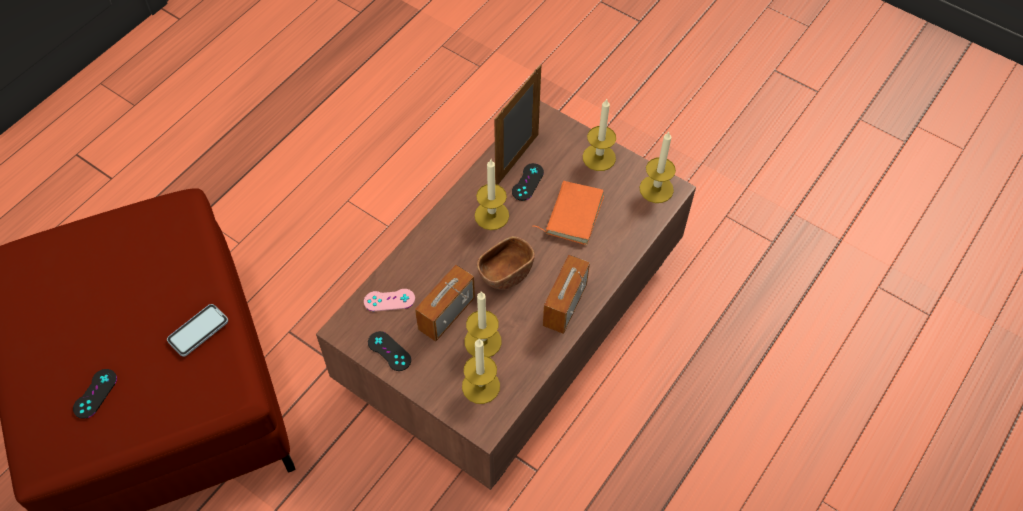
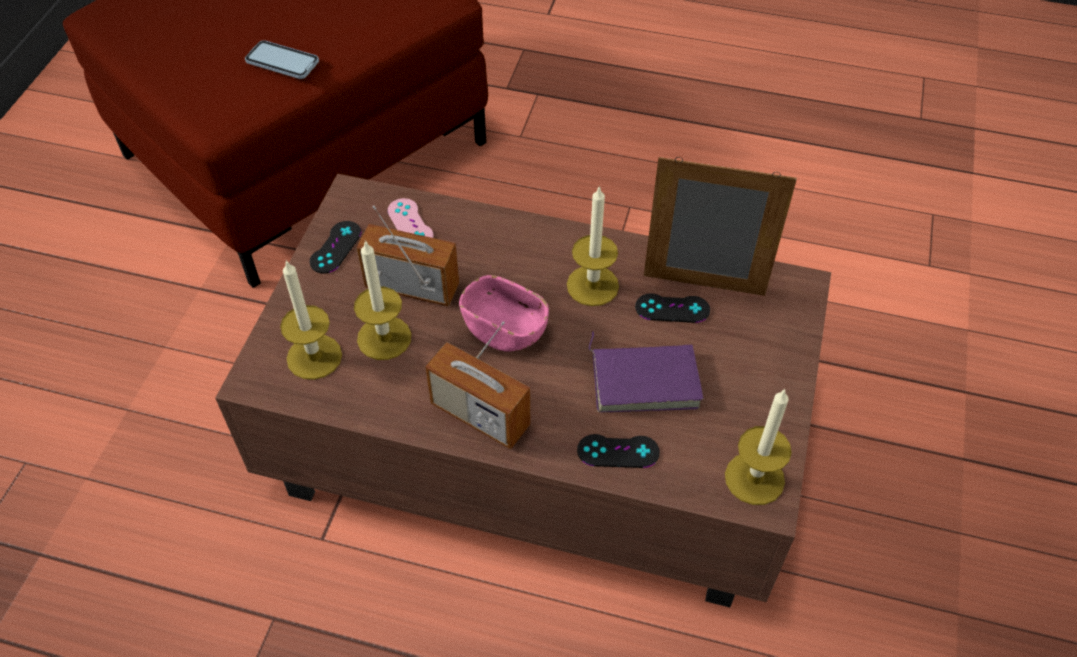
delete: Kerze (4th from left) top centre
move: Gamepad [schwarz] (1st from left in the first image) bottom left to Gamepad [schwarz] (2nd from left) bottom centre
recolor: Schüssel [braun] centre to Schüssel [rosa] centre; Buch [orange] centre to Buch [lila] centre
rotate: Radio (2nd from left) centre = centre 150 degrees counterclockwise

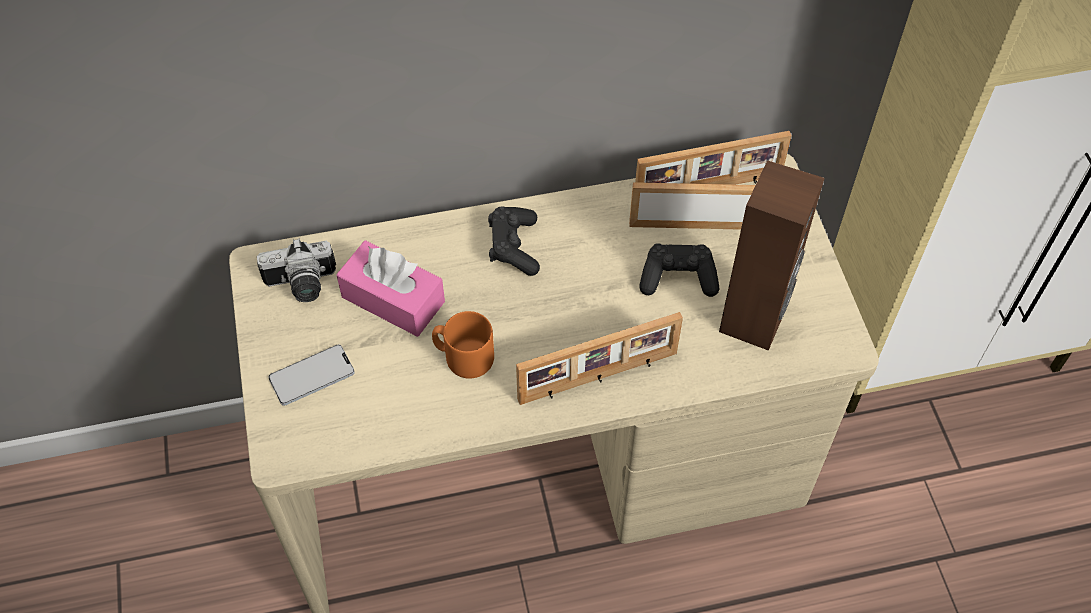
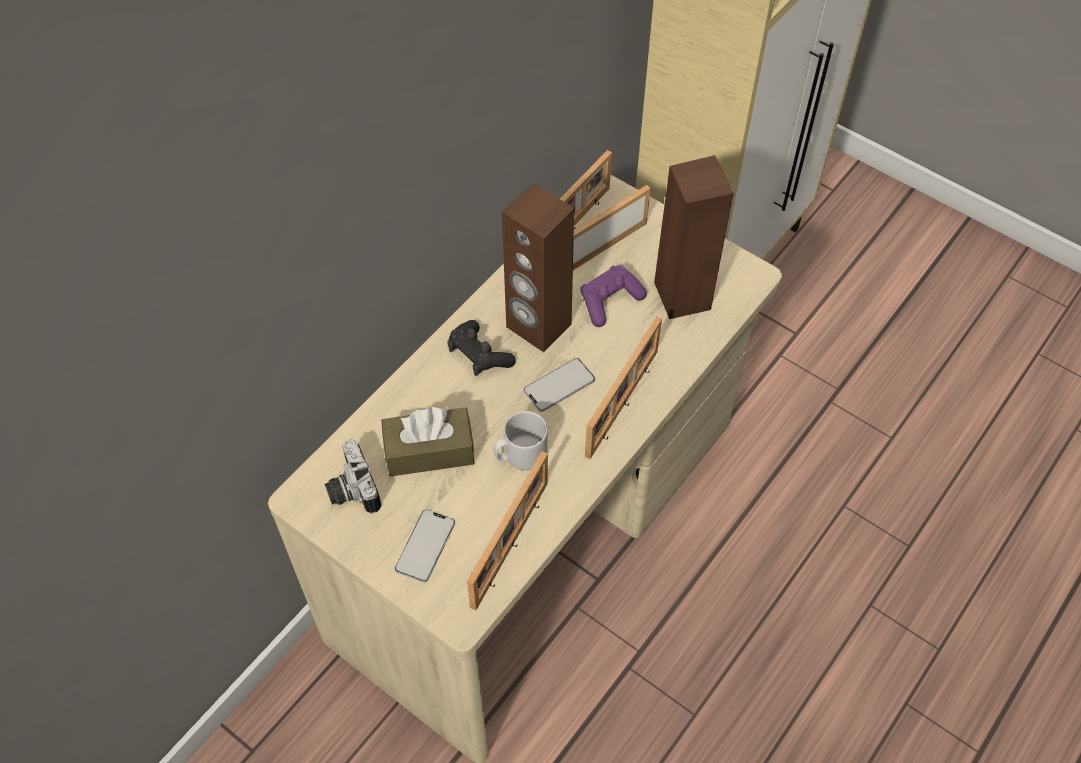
insert: Bilderrahmen (1st from left) bottom centre; Lautsprecher [braun] (1st from left) centre; Handy (2nd from left) centre
recolor: Taschentuchbox [rosa] centre to Taschentuchbox [braun] centre; Henkelbecher [orange] centre to Henkelbecher [grau] centre; Gamepad [schwarz] (2nd from left) centre to Gamepad [lila] centre
rotate: Kamera middle left = middle left 120 degrees clockwise

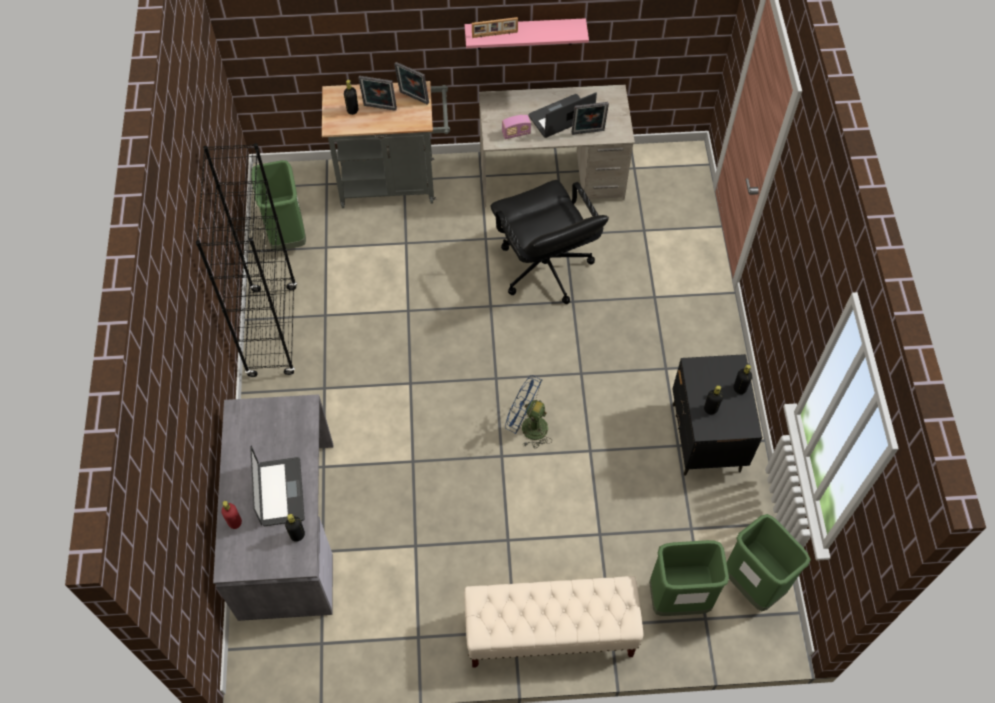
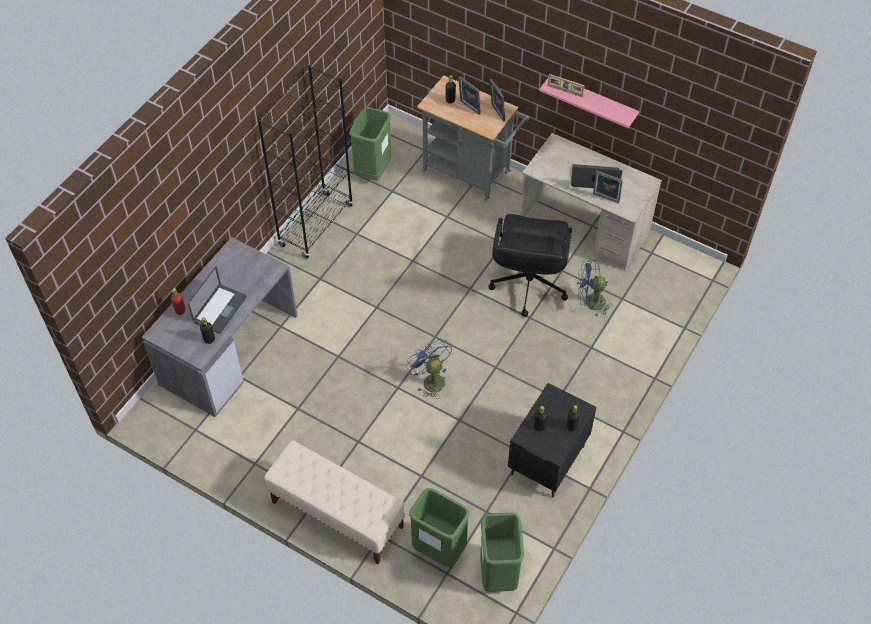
delete: Radio top centre
insert: Ventilator [blau] (2nd from left) middle right

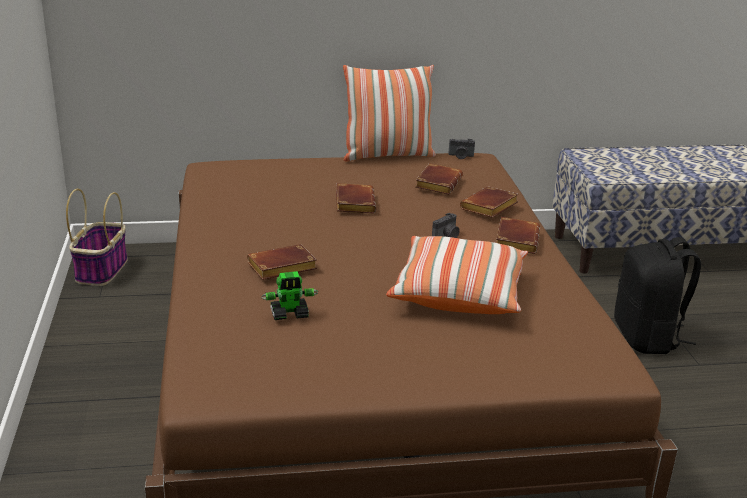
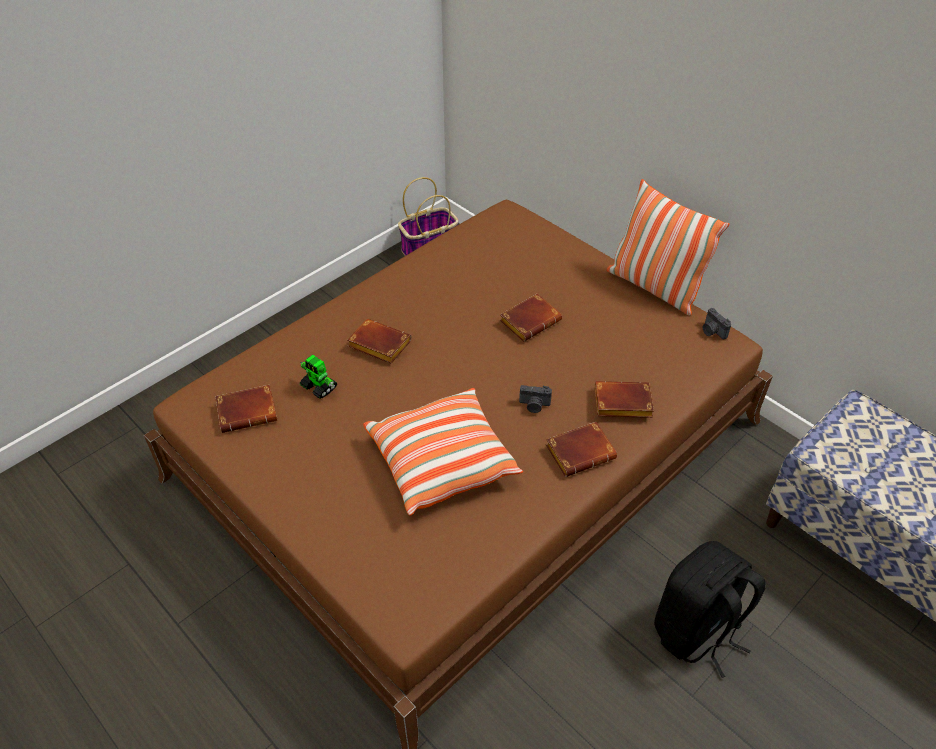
move: Buch [braun] (3rd from left in the first image) centre to Buch [braun] (1st from left) middle left

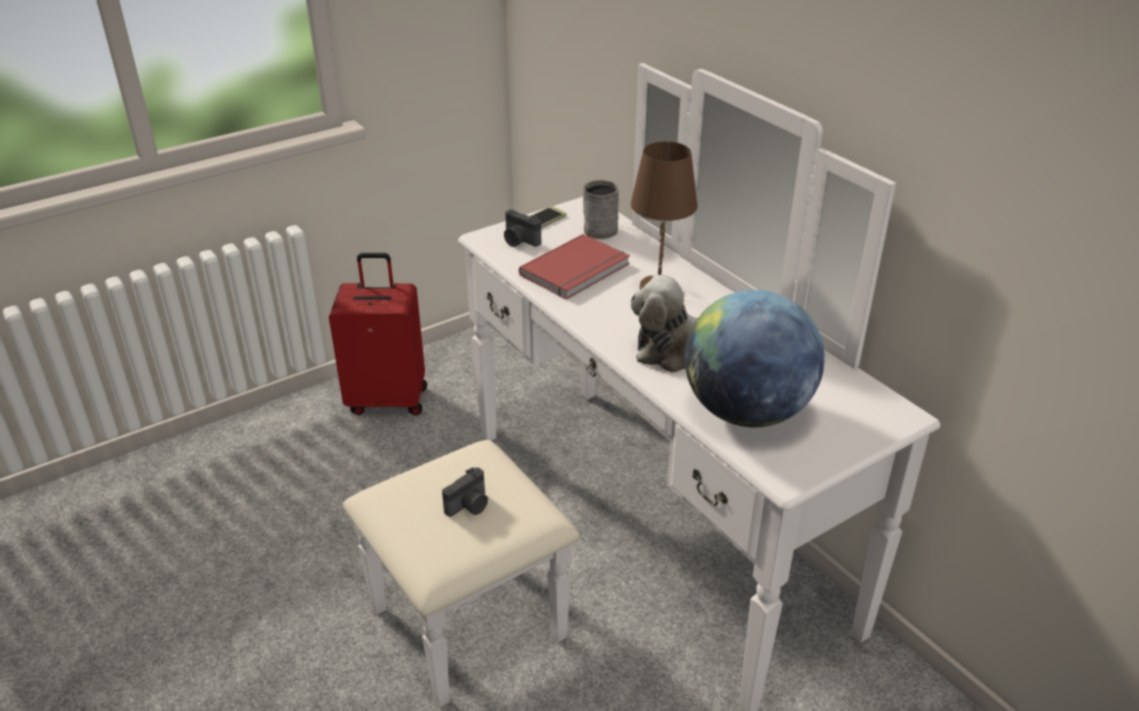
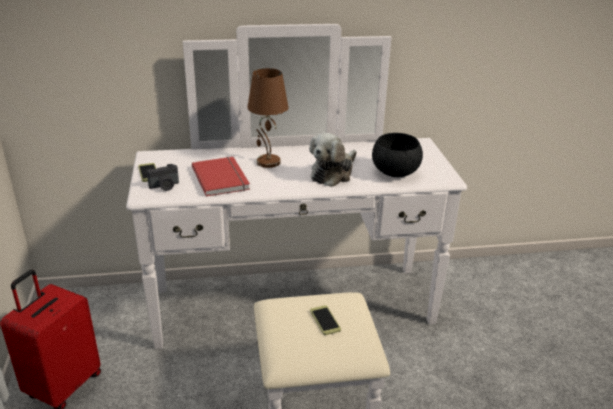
delete: Henkelbecher [grau] top centre
replace: Kamera (1st from left) bottom centre to Handy (2nd from left) bottom centre; Globus centre to Schüssel [schwarz] centre

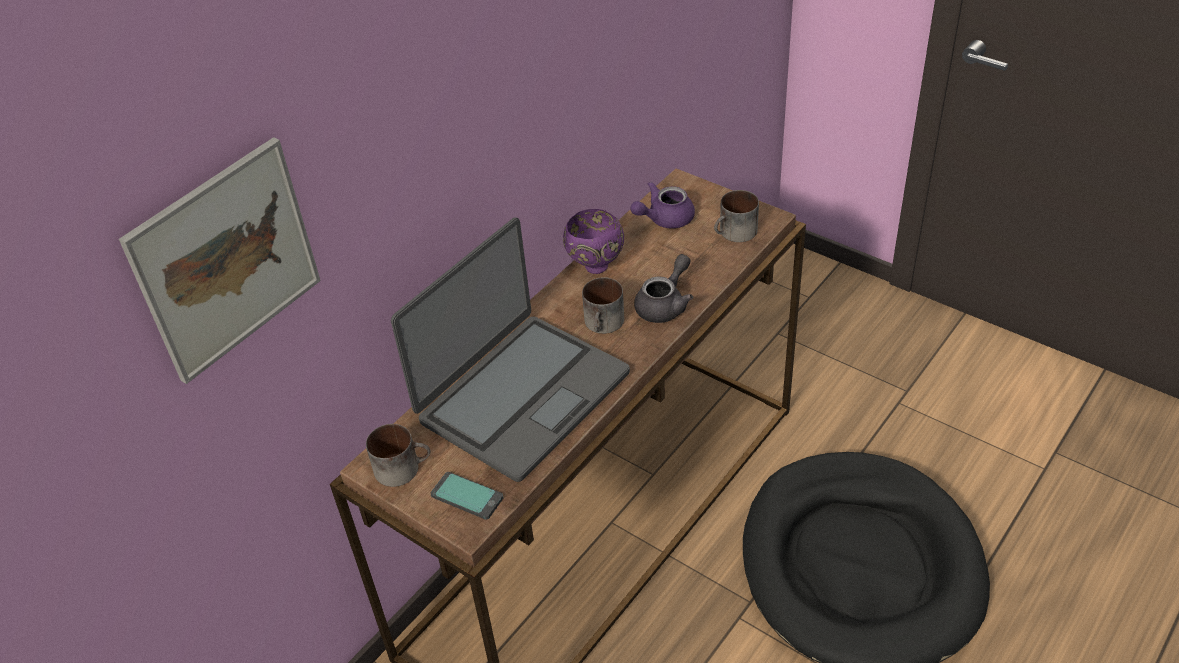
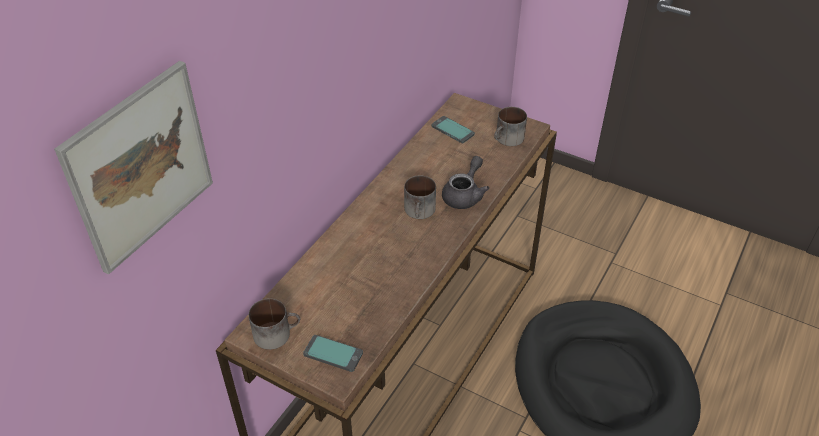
delete: Laptop centre; Schüssel [lila] centre
replace: Teekanne [lila] top centre to Handy (2nd from left) top centre

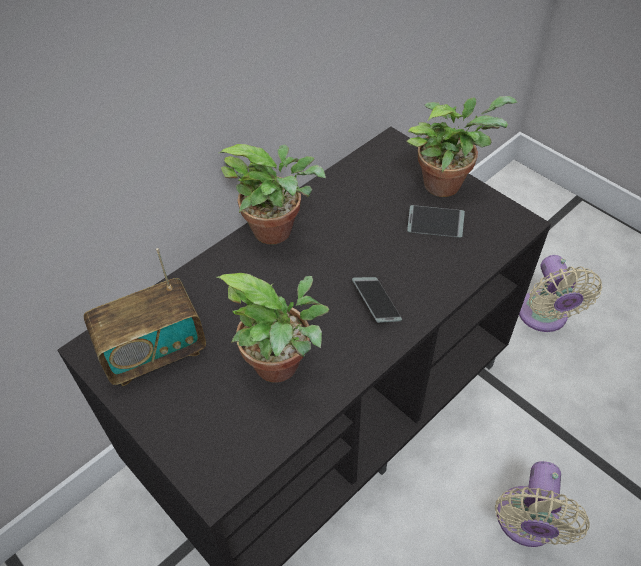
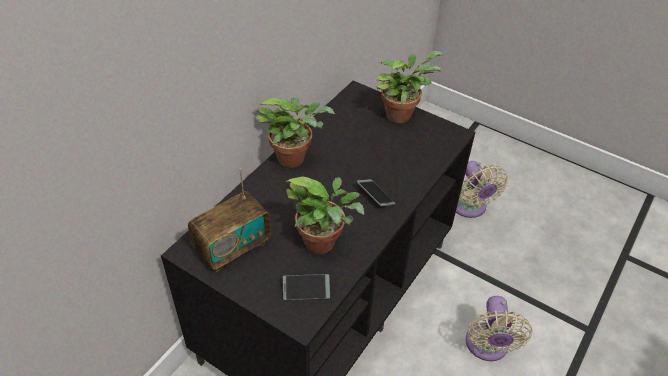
move: Handy (2nd from left in the first image) middle right to Handy (1st from left) bottom centre

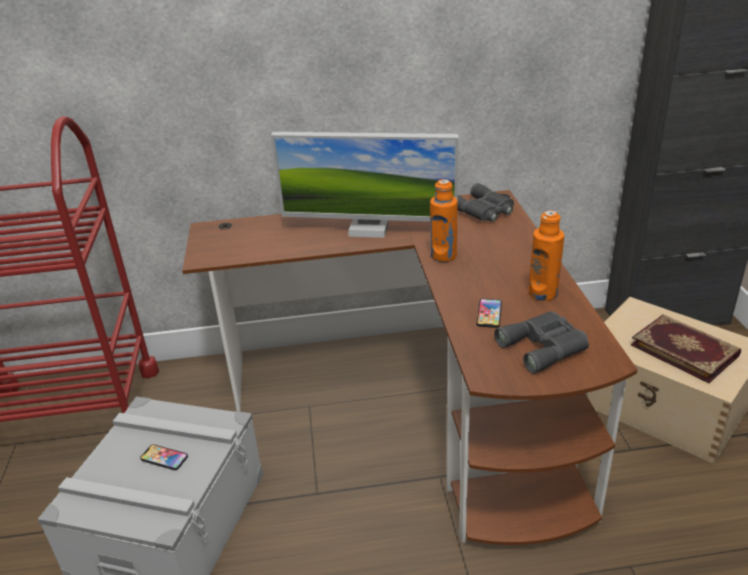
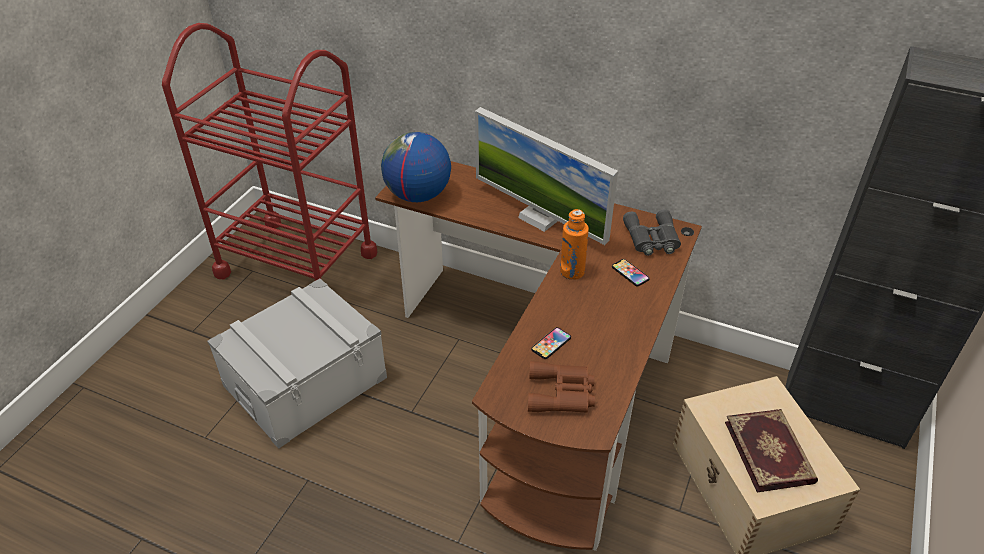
delete: Flasche [orange] (2nd from left) middle right
insert: Globus top centre
move: Handy (1st from left in the first image) bottom left to Handy (2nd from left) centre
recolor: Fernglas [grau] (2nd from left) middle right to Fernglas [braun] bottom centre

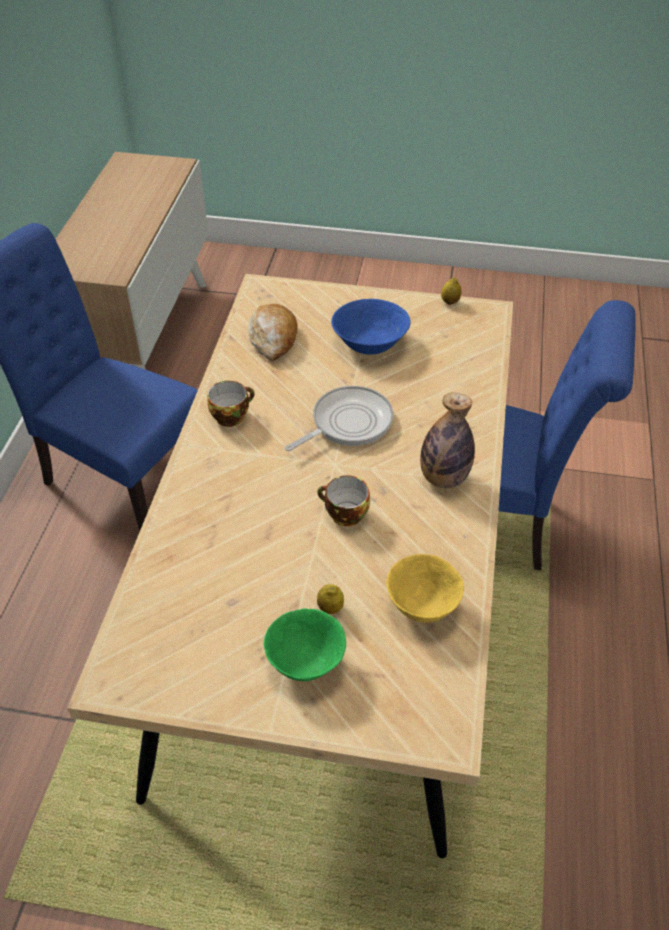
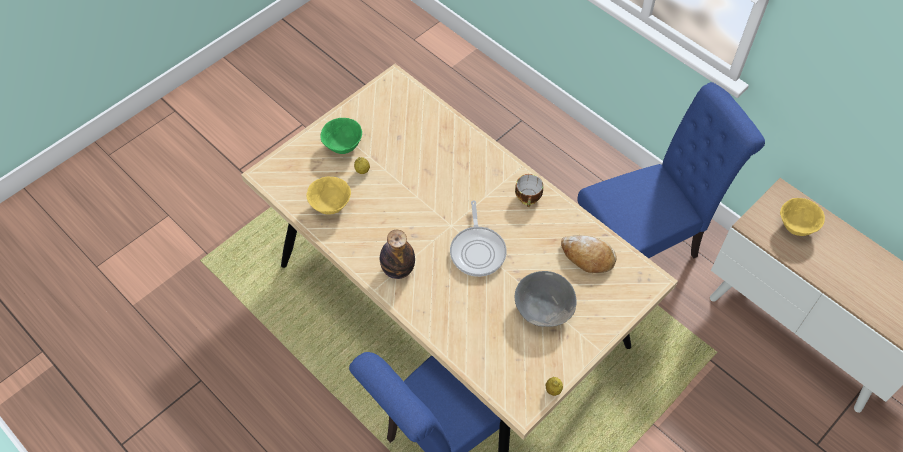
delete: Tasse (2nd from left) centre
insert: Schüssel [gelb] (2nd from left) middle right
recolor: Schüssel [blau] centre to Schüssel [grau] centre

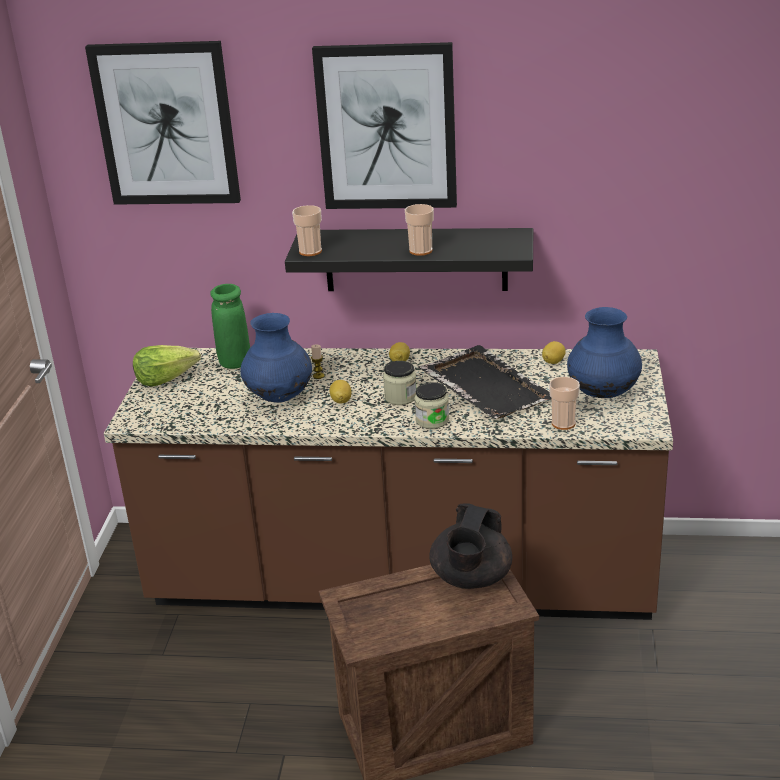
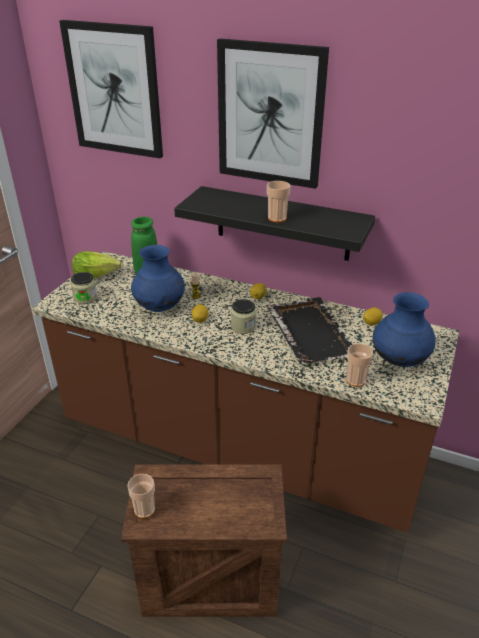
delete: Teekanne [schwarz] bottom centre
move: Tasse (1st from left) top centre to bottom left; Vorratsglas (2nd from left in the first image) centre to Vorratsglas (1st from left) middle left

